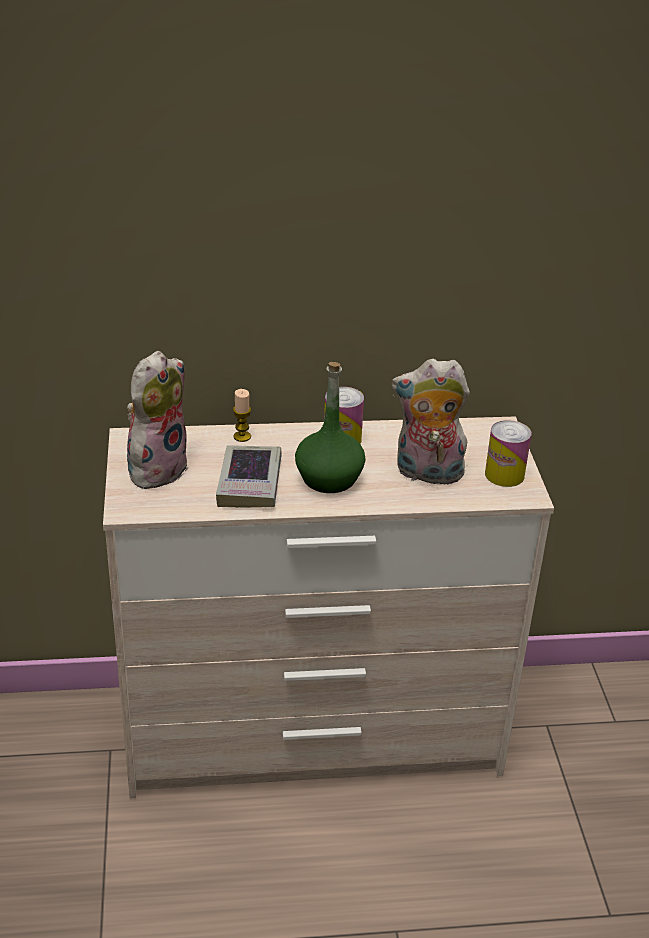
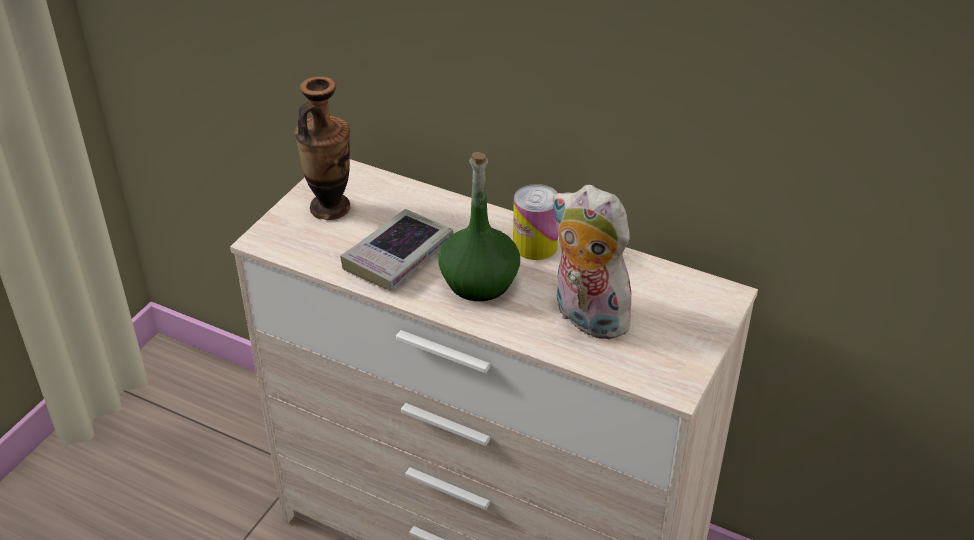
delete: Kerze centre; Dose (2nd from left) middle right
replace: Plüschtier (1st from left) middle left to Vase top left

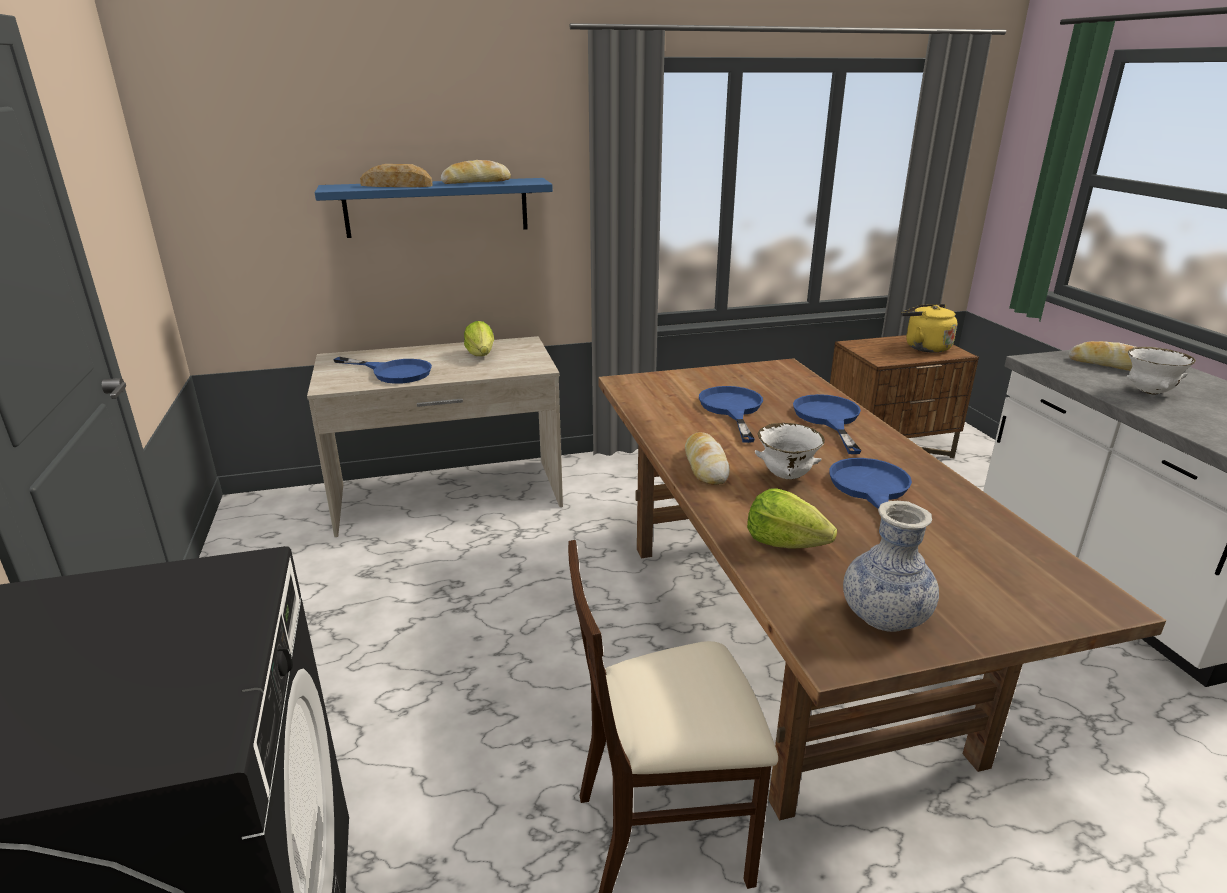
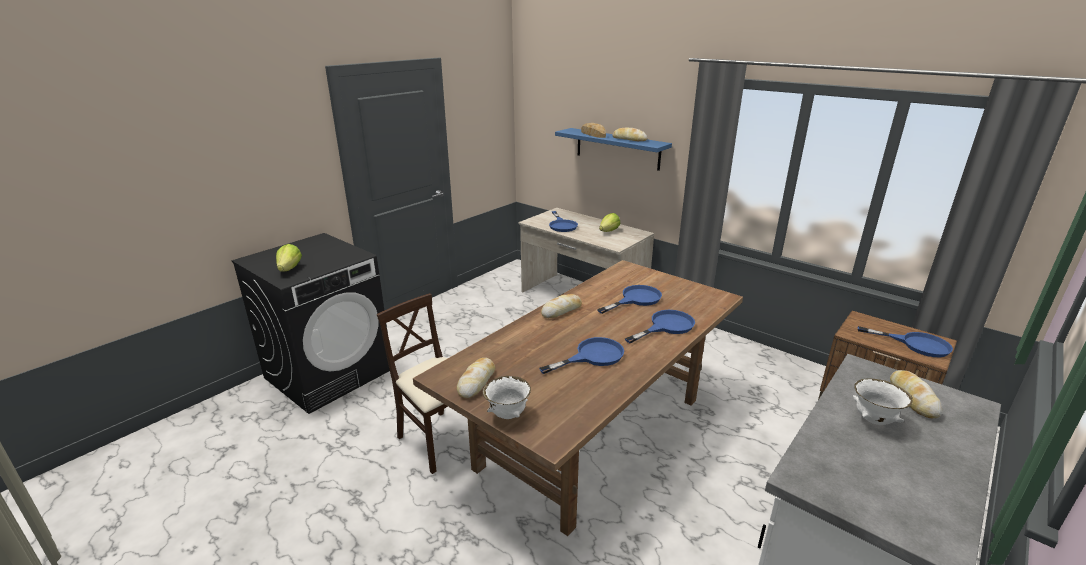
move: Salatkopf (2nd from left in the first image) centre to Salatkopf (1st from left) middle left; Schüssel [weiß] (1st from left) centre to bottom centre
replace: Vase middle right to Brot (1st from left) bottom centre; Wasserkessel [gelb] middle right to Pfanne [blau] (5th from left) middle right

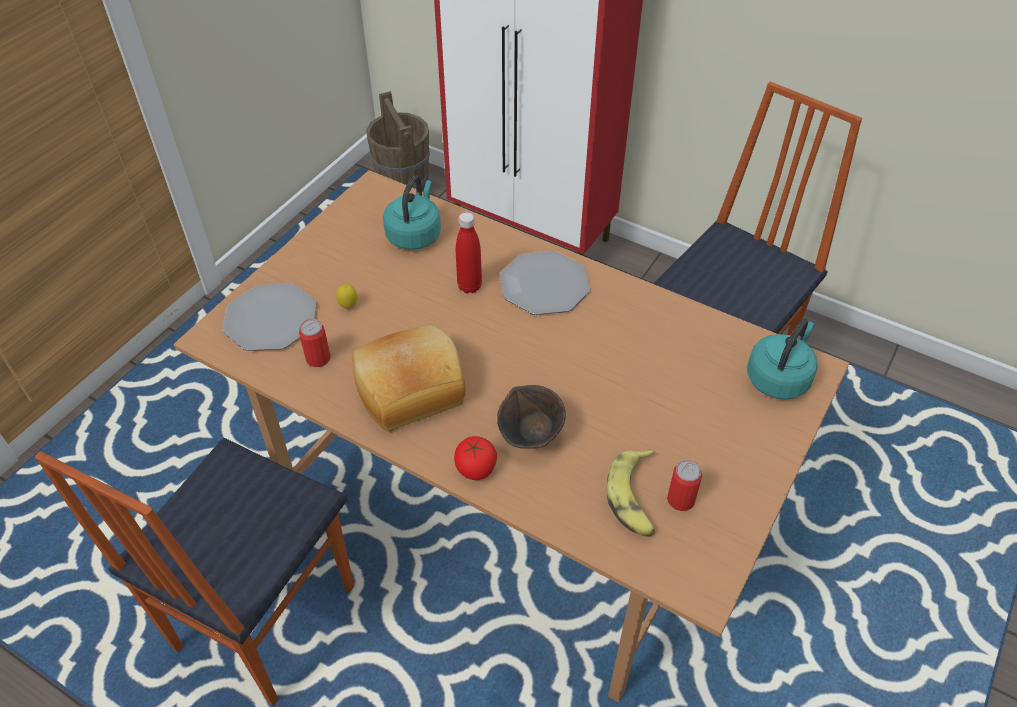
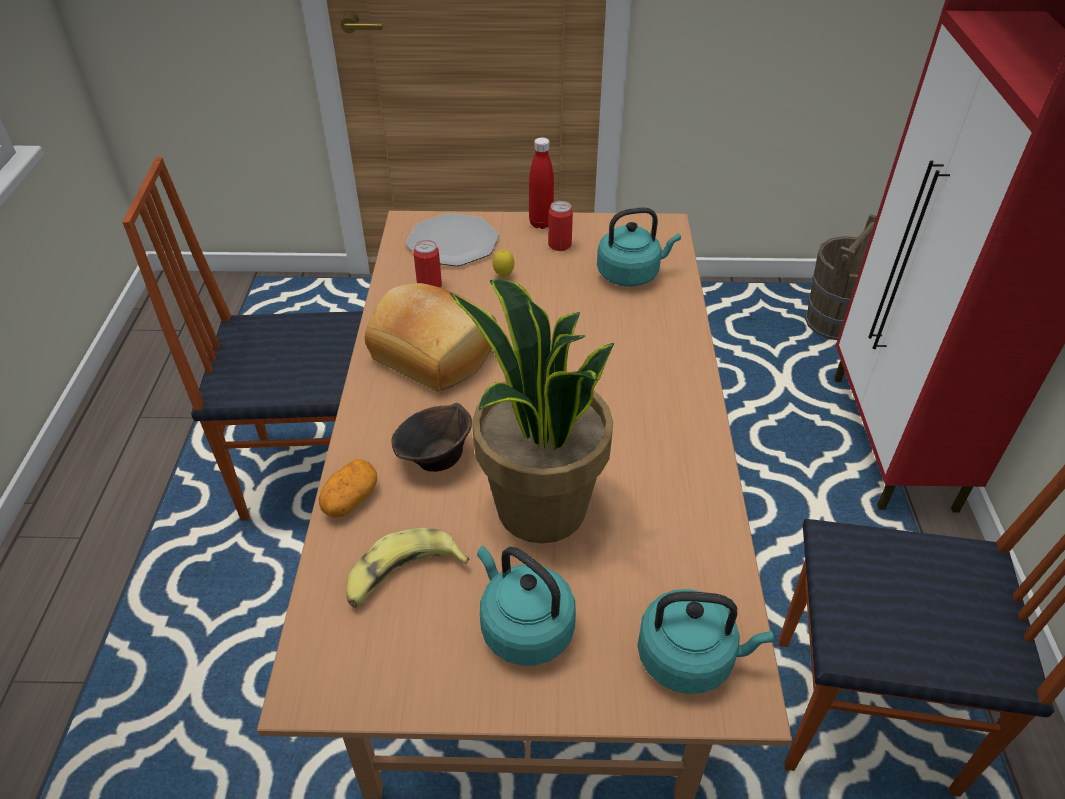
delete: Tomate centre; Teller (2nd from left) centre
insert: Kartoffel middle left; Topfpflanze centre; Wasserkessel [türkis] (1st from left) bottom centre
move: Flasche [rot] centre to top centre; Dose (2nd from left) bottom right to top centre

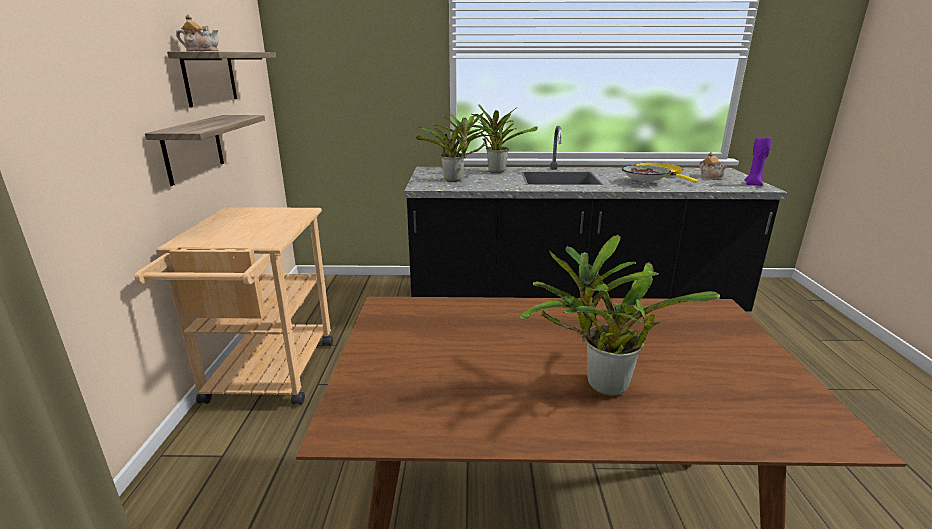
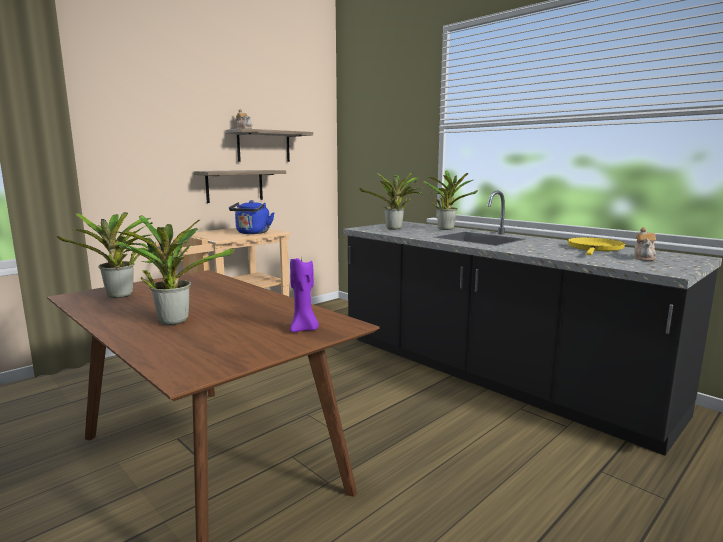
delete: Schüssel top right
insert: Topfpflanze (1st from left) middle left; Wasserkessel [blau] centre
move: Kerze [lila] top right to centre

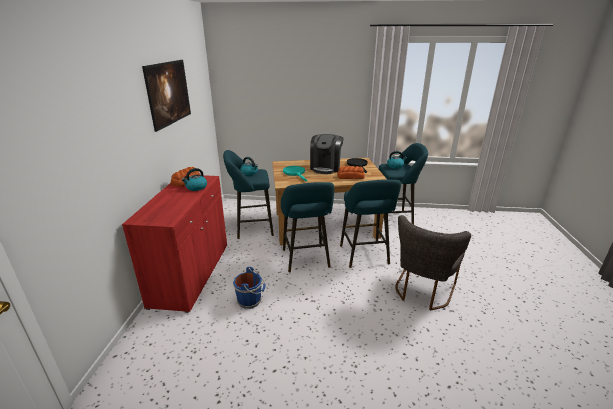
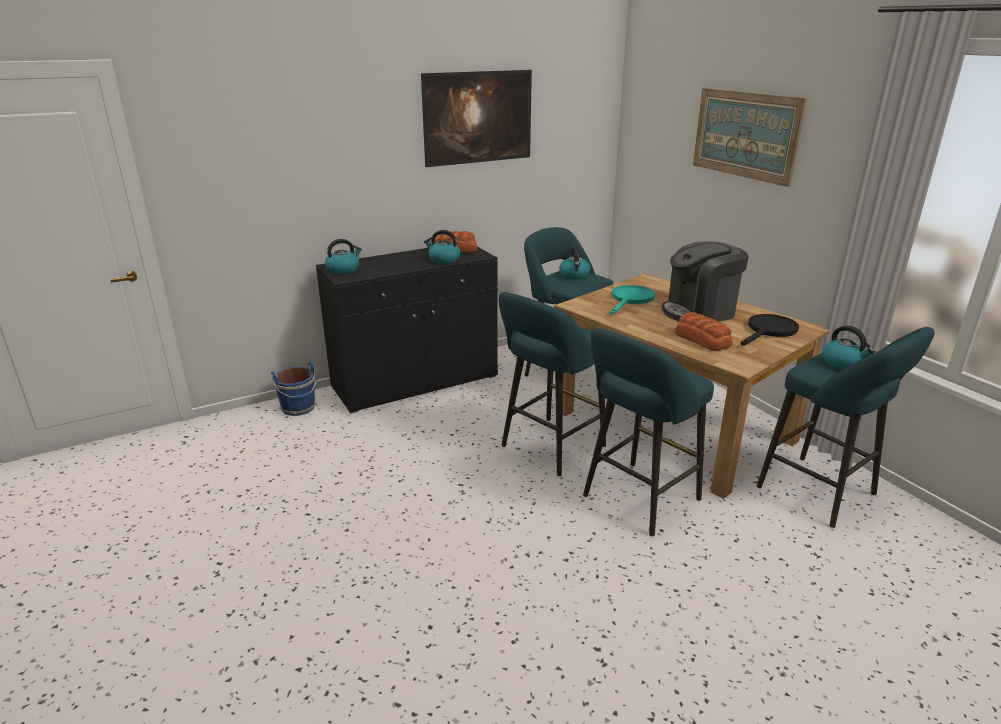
delete: Stuhl [grau] middle right
insert: Wasserkessel (1st from left) centre; Bild (2nd from left) top right
move: Eimer [blau] bottom centre to middle left
recolor: Schrank [rot] middle left to Schrank [schwarz] centre

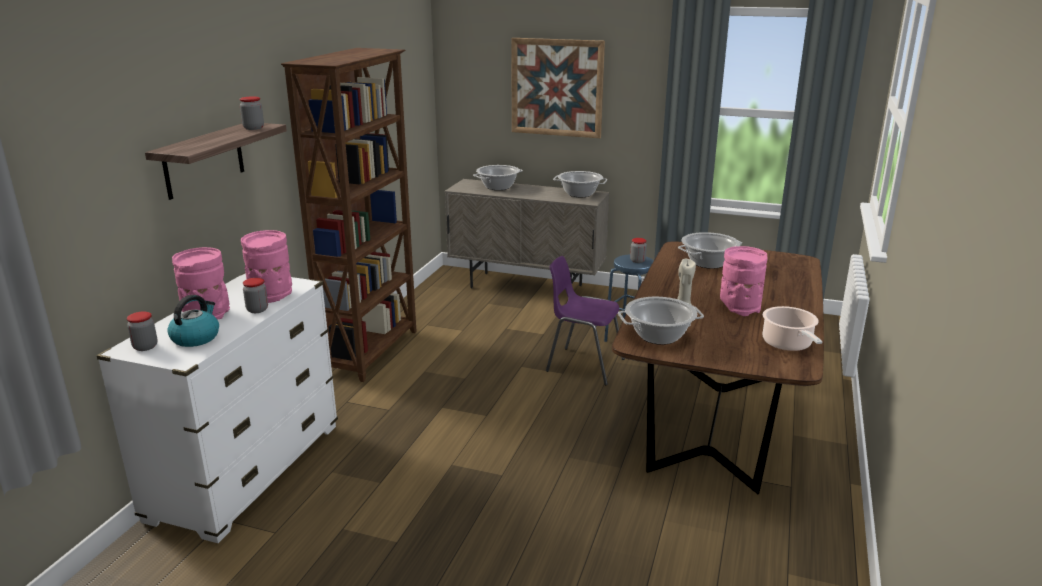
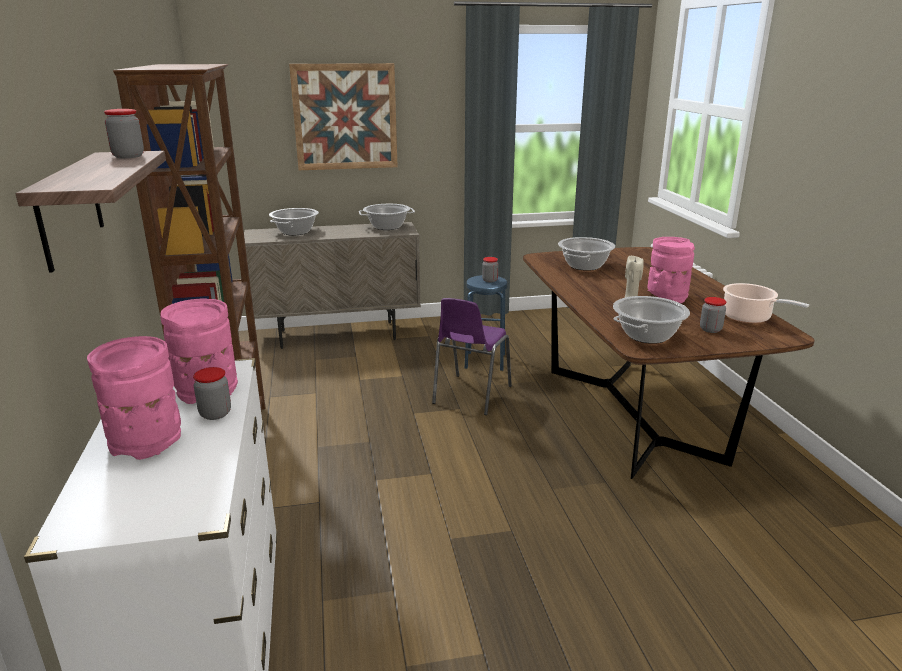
delete: Wasserkessel middle left
move: Vorratsglas (1st from left in the first image) middle left to Vorratsglas (4th from left) middle right
rotate: Stuhl [lila] centre = centre 60 degrees counterclockwise

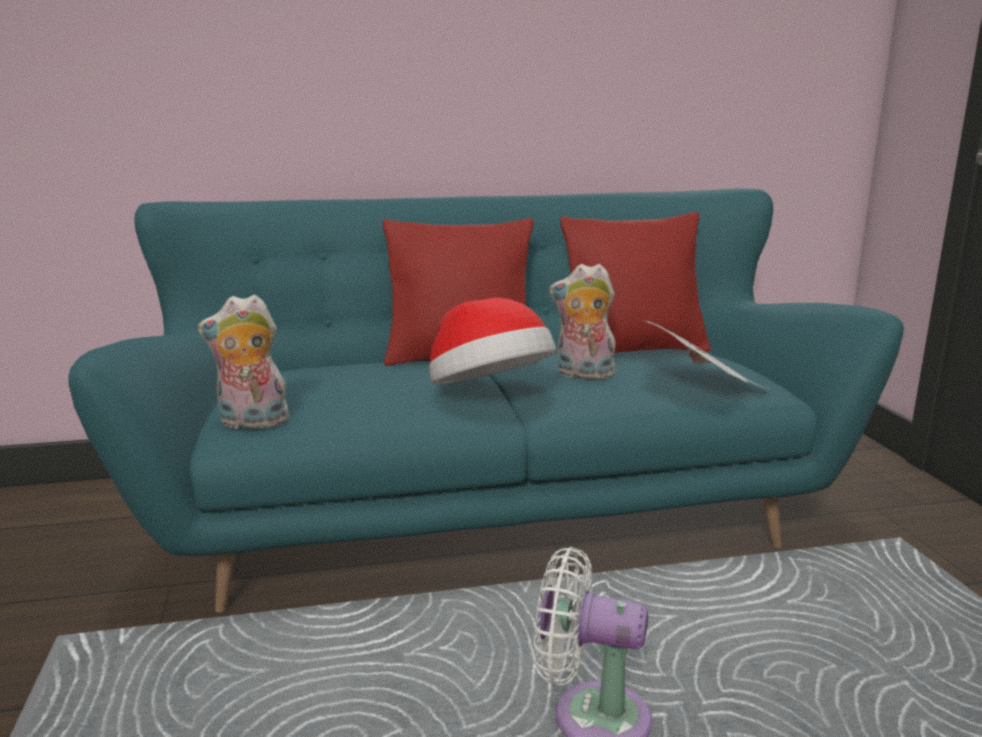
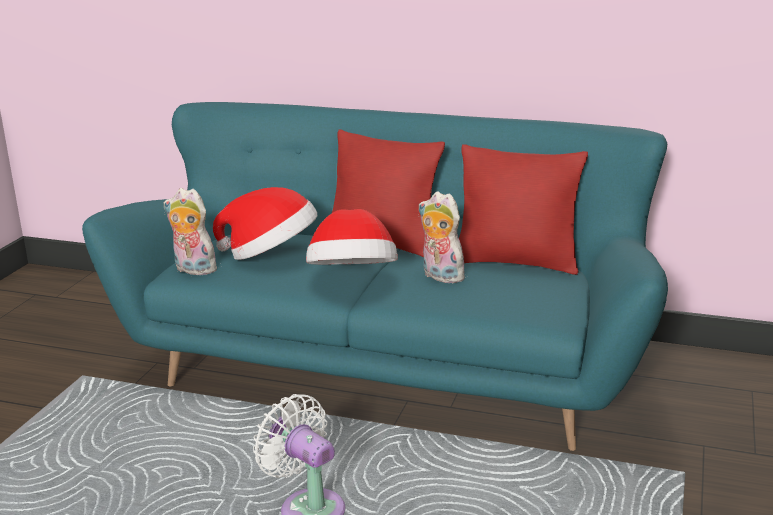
delete: Zeitung middle right
insert: Hut (1st from left) centre

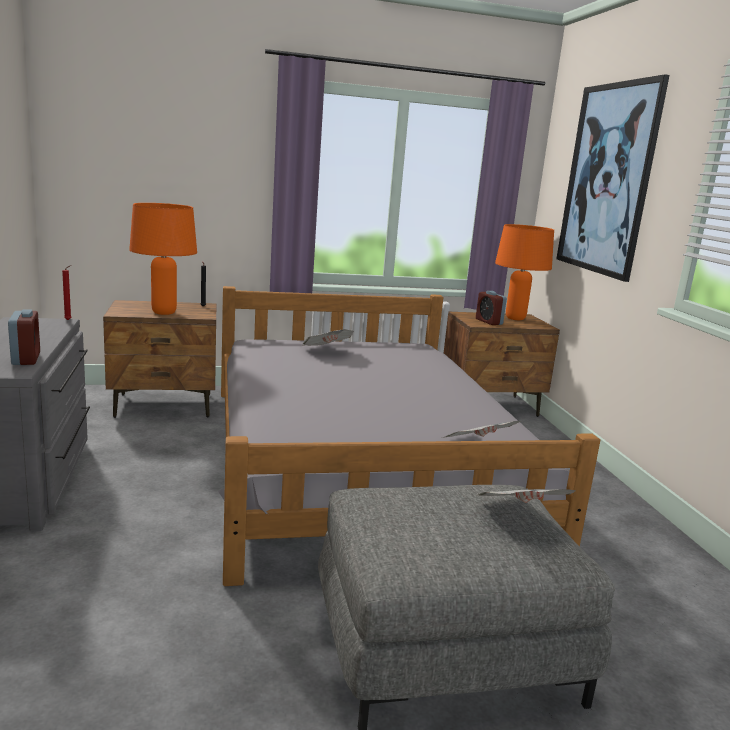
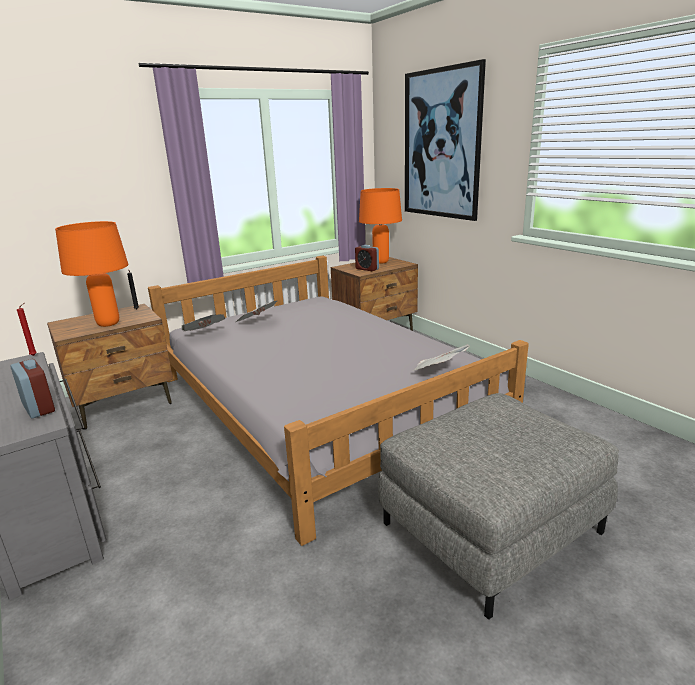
move: Zeitung (3rd from left in the first image) bottom right to Zeitung (1st from left) middle left

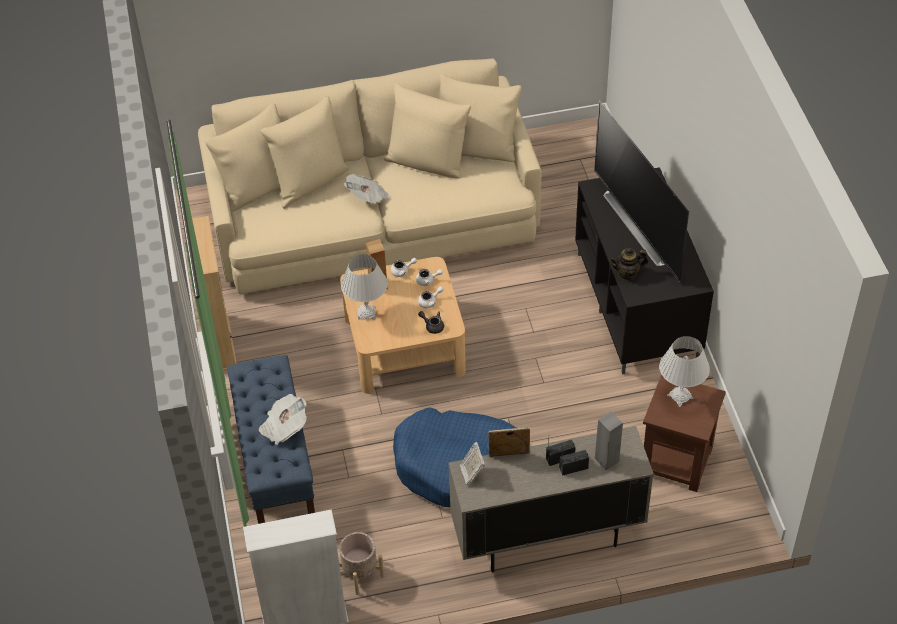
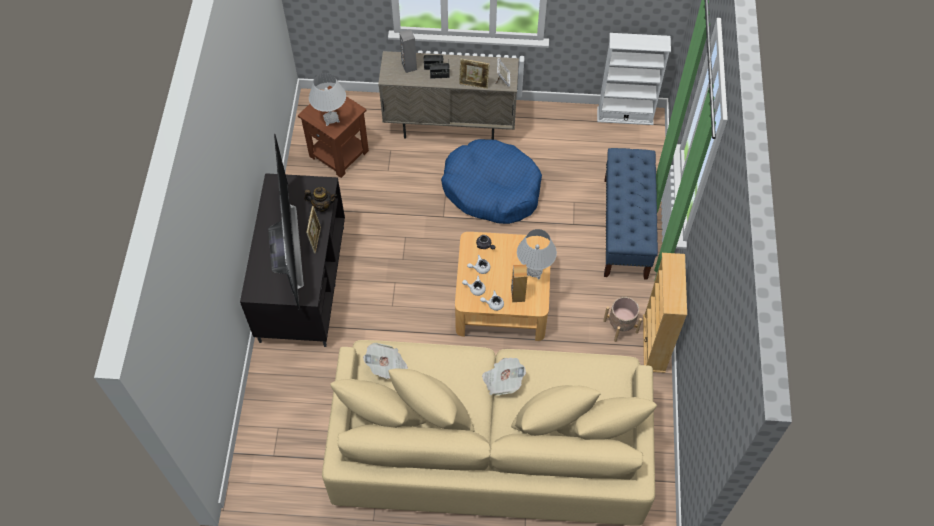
insert: Bilderrahmen (1st from left) centre
move: Zeitung (1st from left) bottom left to bottom centre; Pflanzkübel [beige] bottom centre to centre

